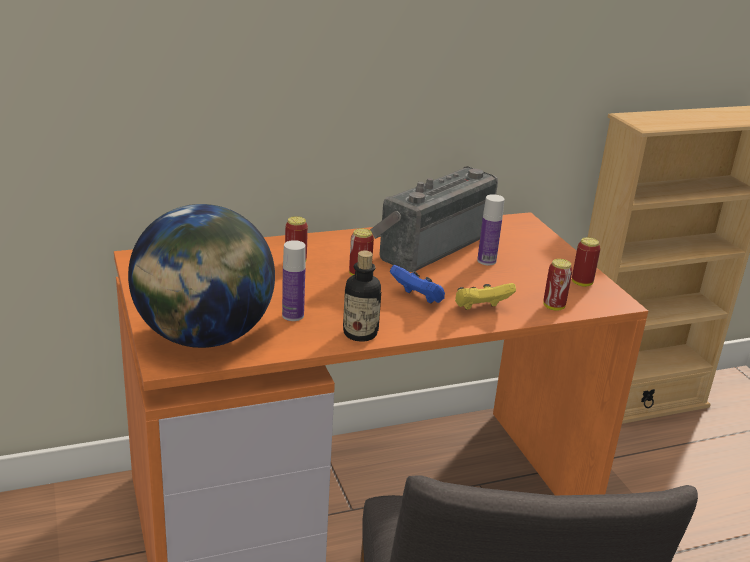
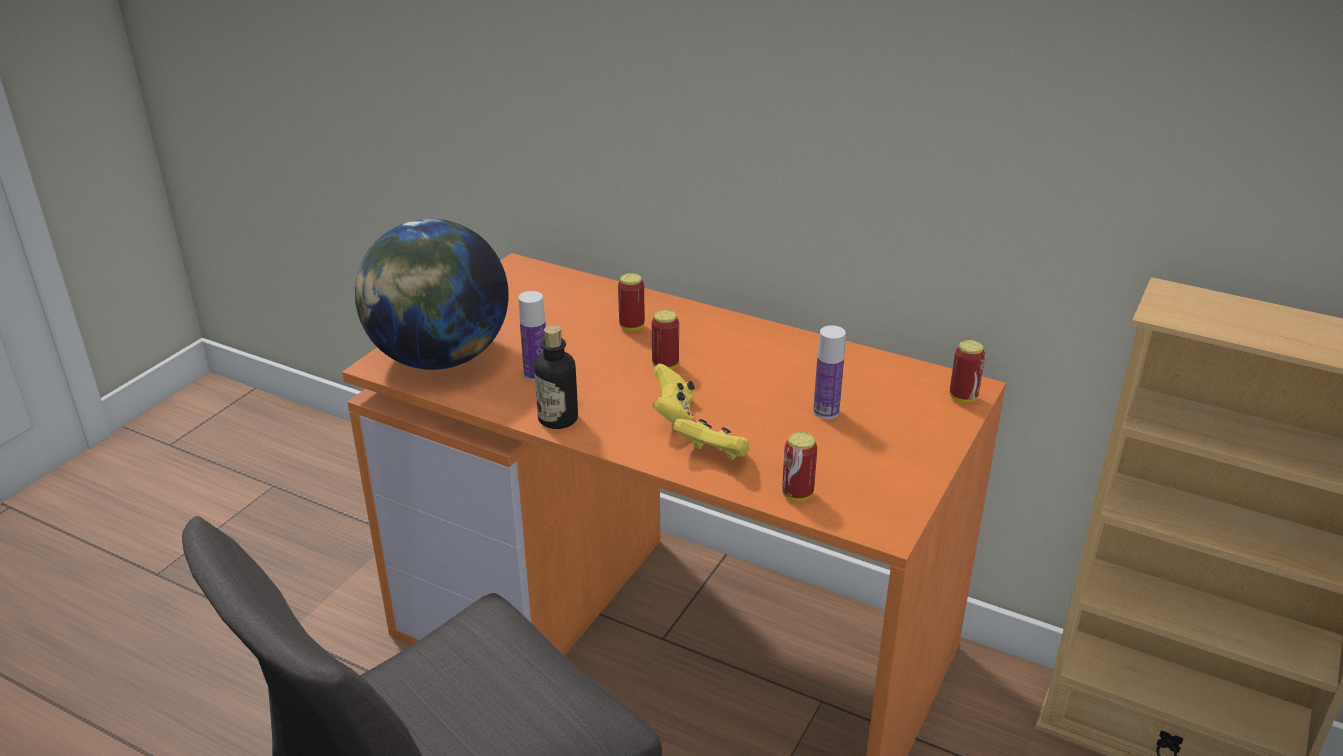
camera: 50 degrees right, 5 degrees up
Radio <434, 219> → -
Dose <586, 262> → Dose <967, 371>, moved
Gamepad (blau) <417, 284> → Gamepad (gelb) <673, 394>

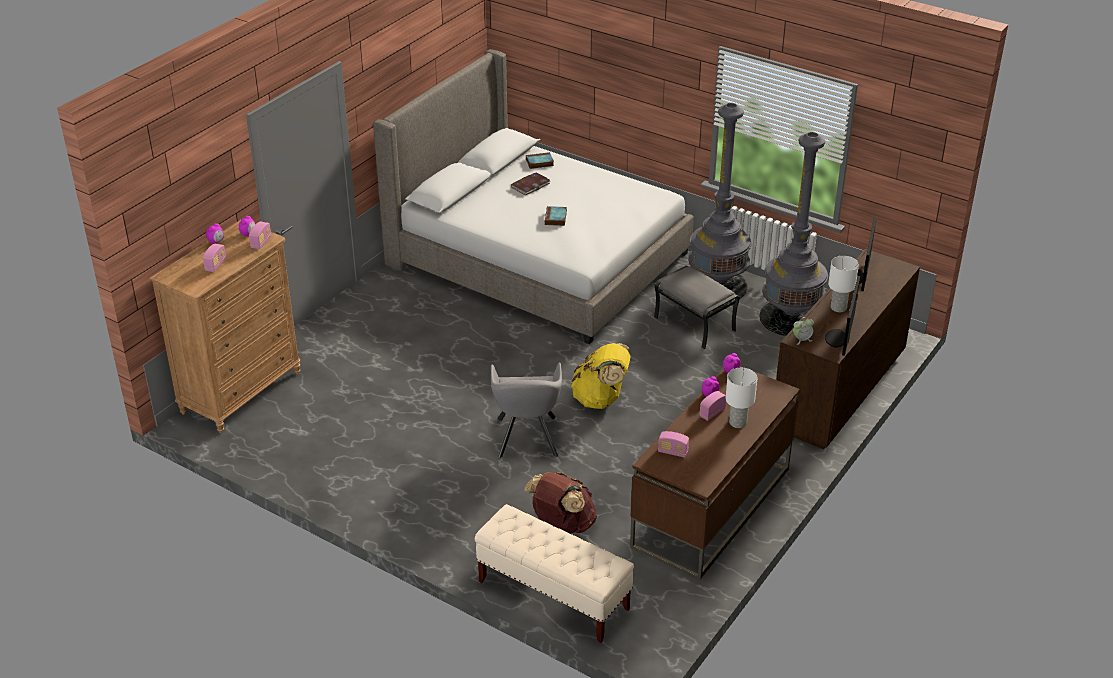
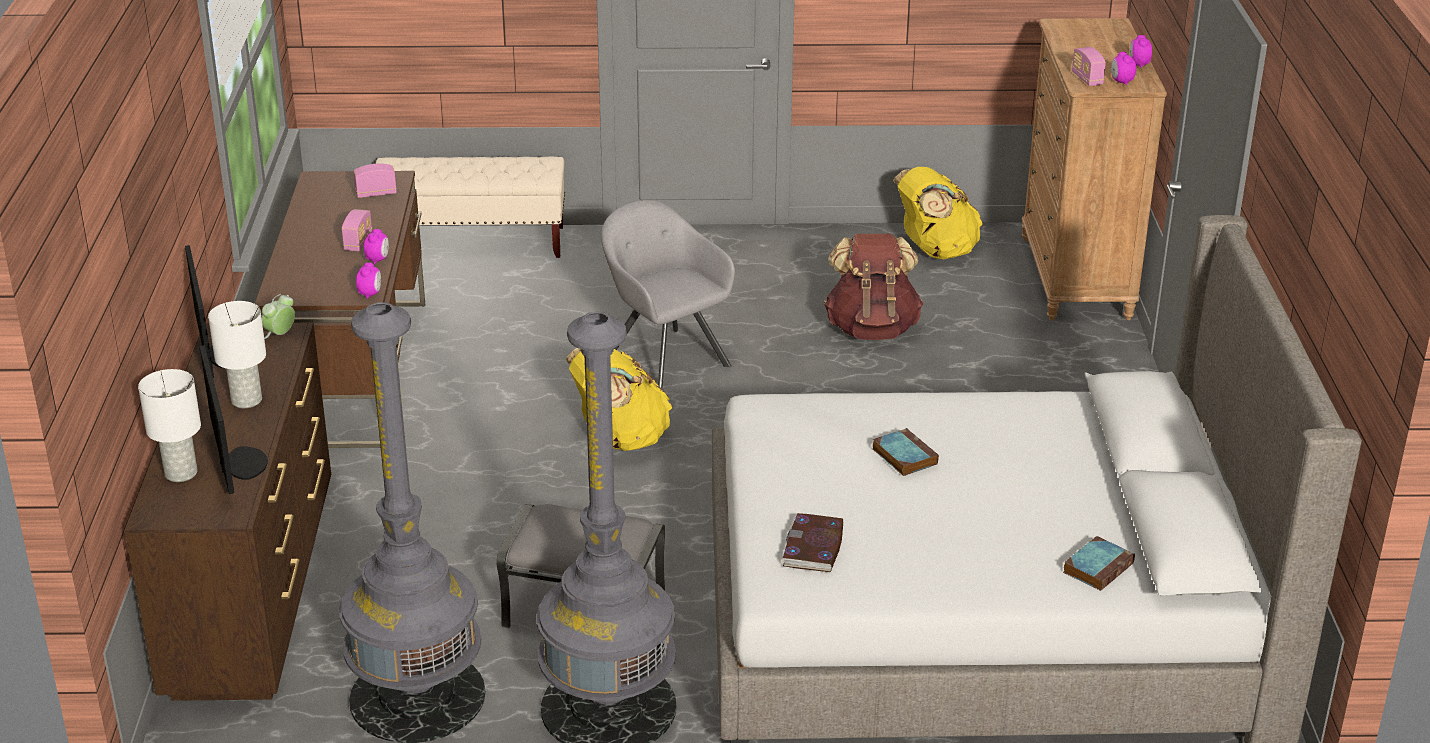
camera: 145 degrees right, 5 degrees down
Radio <214, 258> → -
- → Rucksack (gelb) <938, 213>
Buch <530, 183> → Buch <812, 542>, moved
Rucksack (braun) <560, 502> → Rucksack (braun) <873, 287>, moved
Tischlampe (weiß) <742, 398> → Tischlampe (weiß) <169, 425>, moved

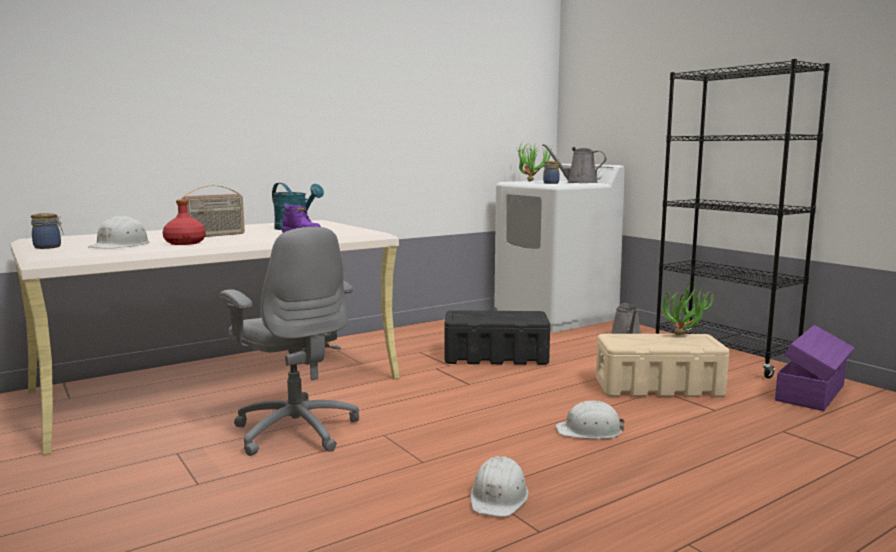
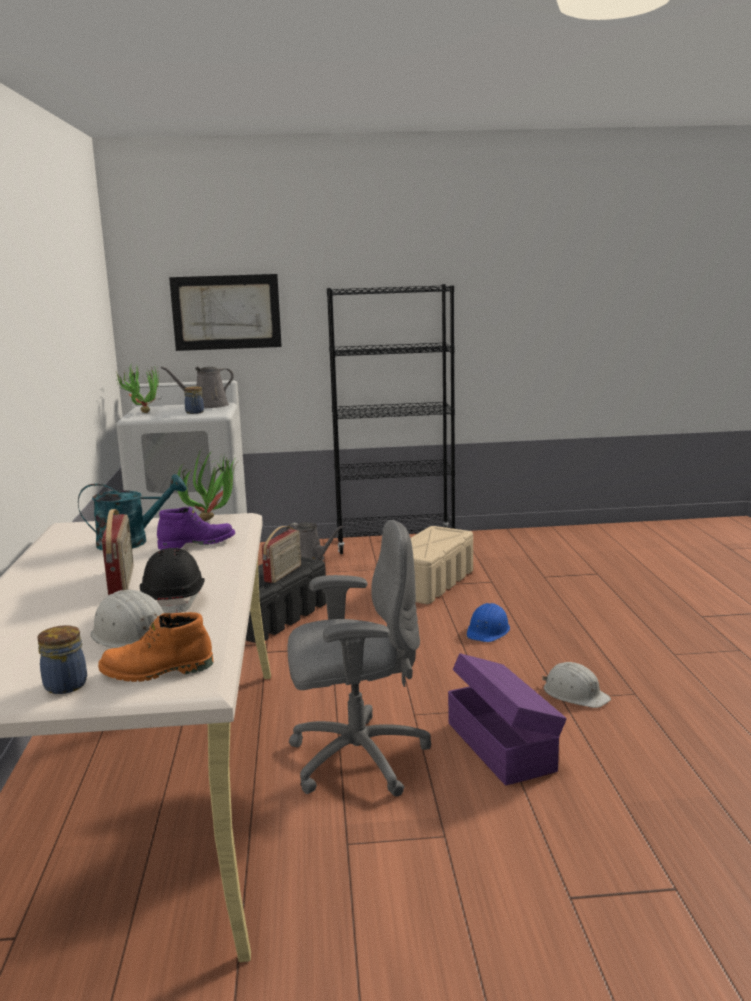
camera: 60 degrees left, 5 degrees up
- → Stiefel (orange) <155, 647>
- → Bild <225, 312>
- → Radio <281, 554>
Topfpflanze <688, 307> → Topfpflanze <206, 485>, moved
Aufbewahrungsbox (lila) <814, 368> → Aufbewahrungsbox (lila) <507, 719>, moved
Flasche (rot) <184, 222> → Schutzhelm (schwarz) <172, 581>
Schutzhelm (weiß) <590, 419> → Schutzhelm (blau) <488, 622>

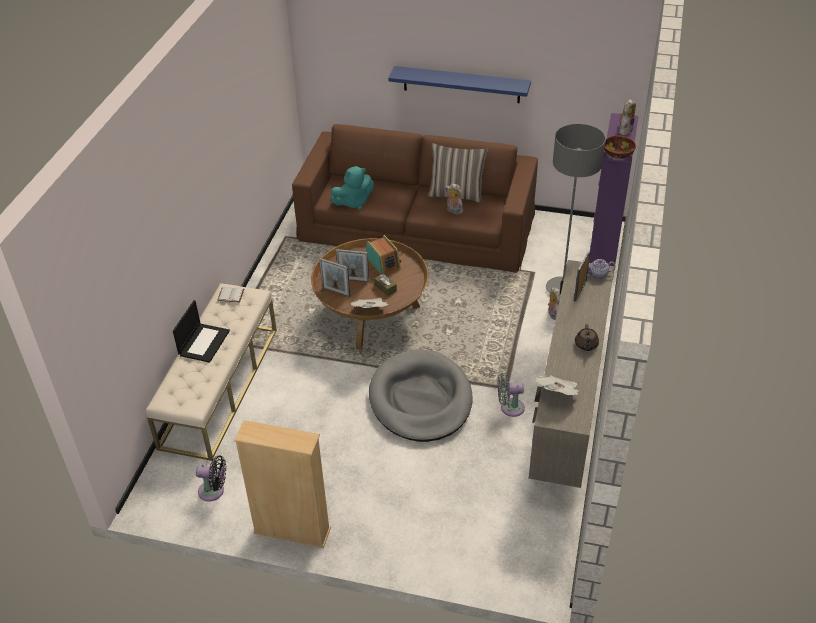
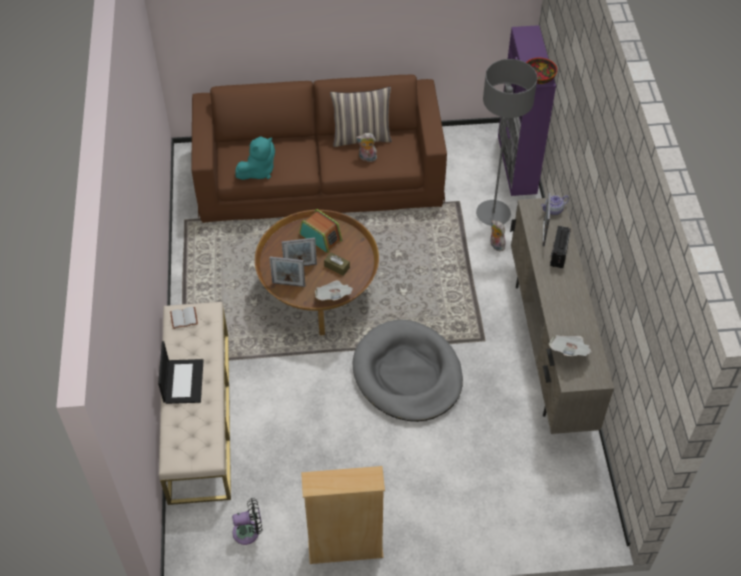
camera: 20 degrees left, 10 degrees up
Wandregal (blau) <459, 84> → -
Ventilator (grau) <511, 395> → -
Teekanne (braun) <587, 337> → -
Plüschtier <627, 117> → -
- → Radio <560, 247>

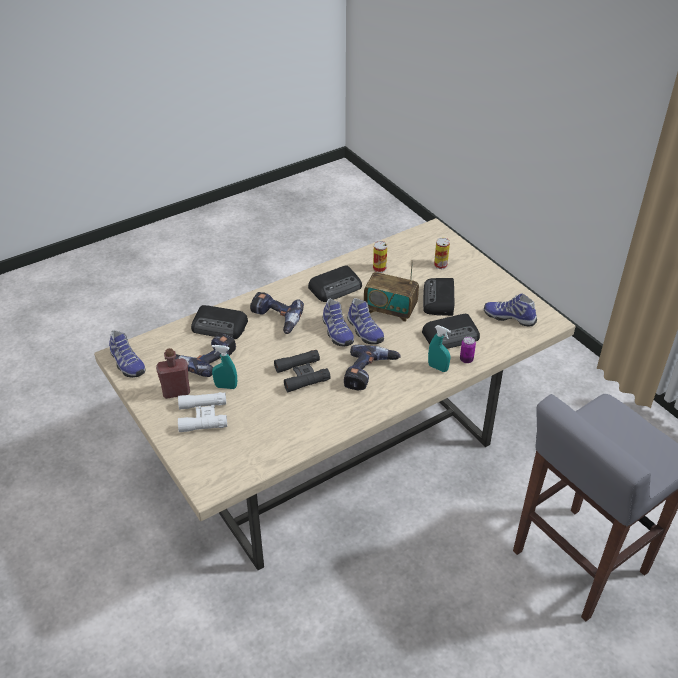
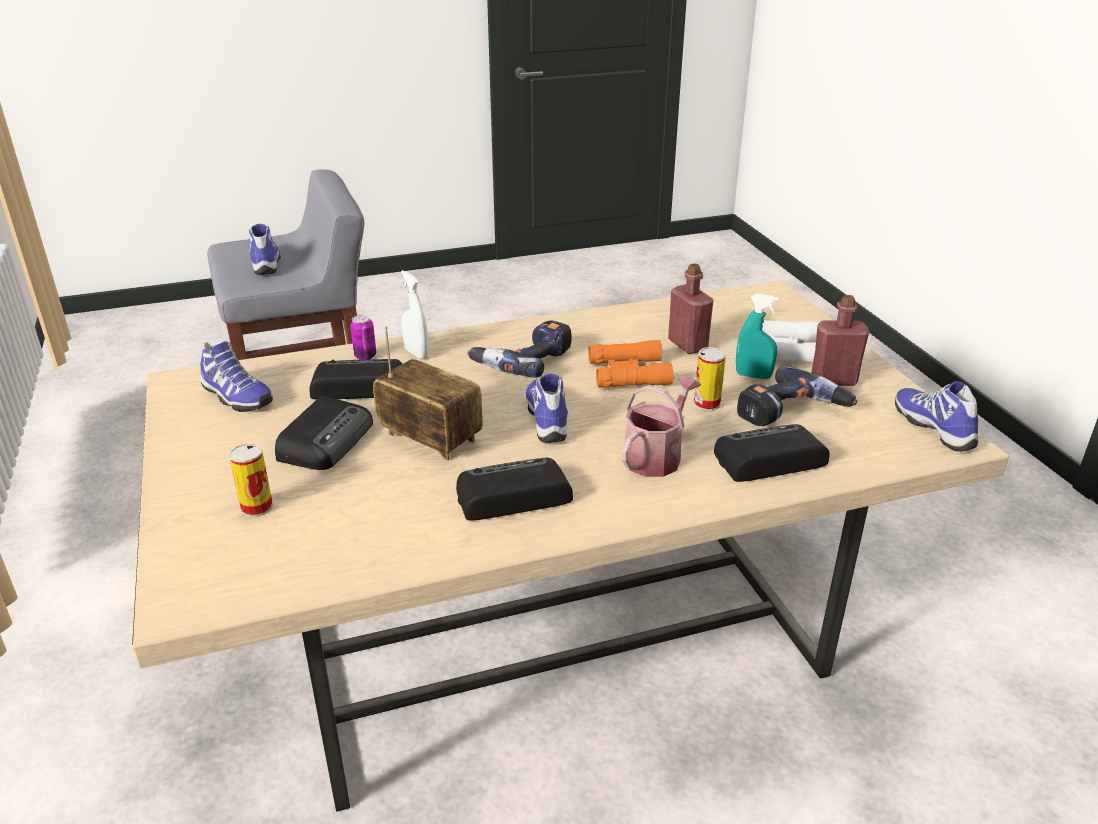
camera: 165 degrees left, 10 degrees down
- → Flasche (rot) <690, 308>
Schuh <365, 321> → Schuh <265, 249>, moved
Dose <380, 257> → Dose <710, 379>, moved
Bohrmaschine <277, 313> → Gießkanne <661, 426>
Fernglas (schwarz) <302, 371> → Fernglas (orange) <630, 364>
Sprühflasche (türkis) <439, 348> → Sprühflasche (weiß) <415, 314>
Radio <219, 322> → Radio <772, 453>, 45 degrees counterclockwise

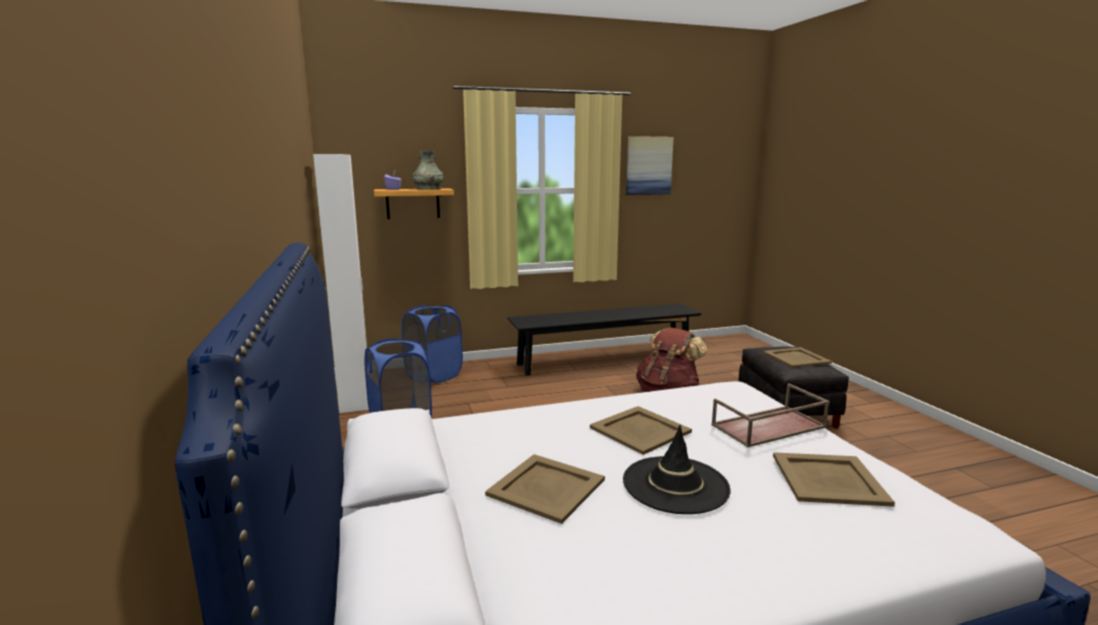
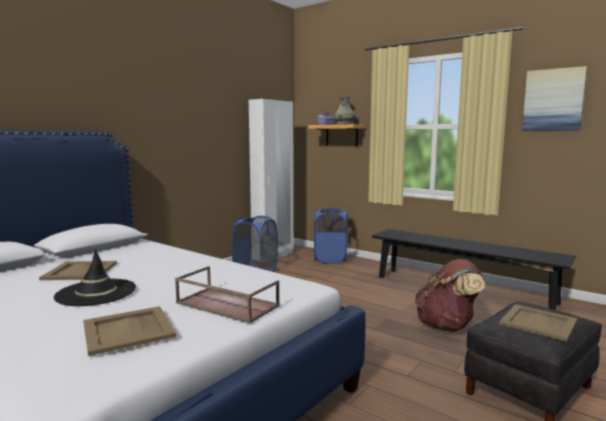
camera: 55 degrees right, 5 degrees down
Tablett (beige) <641, 430> → -

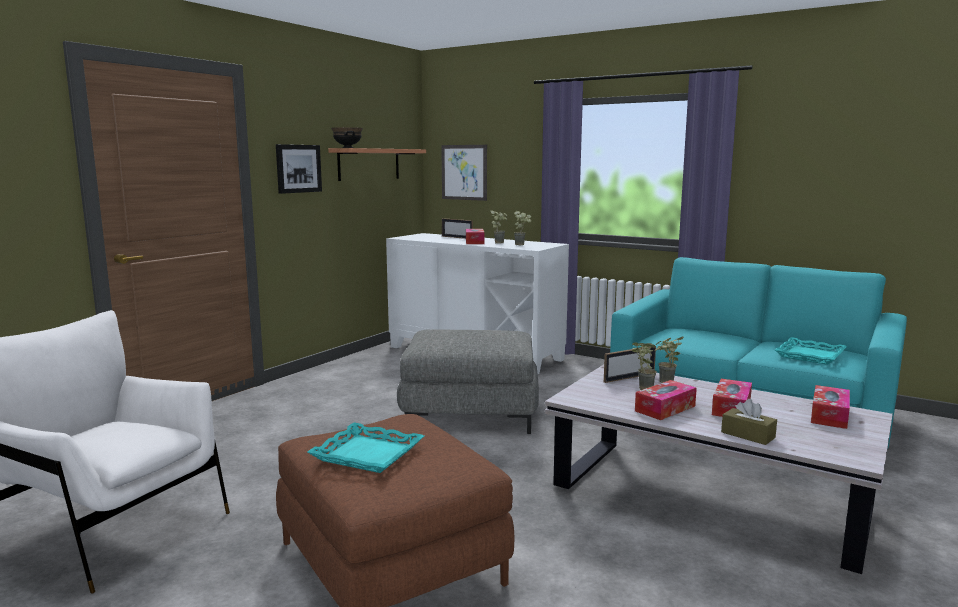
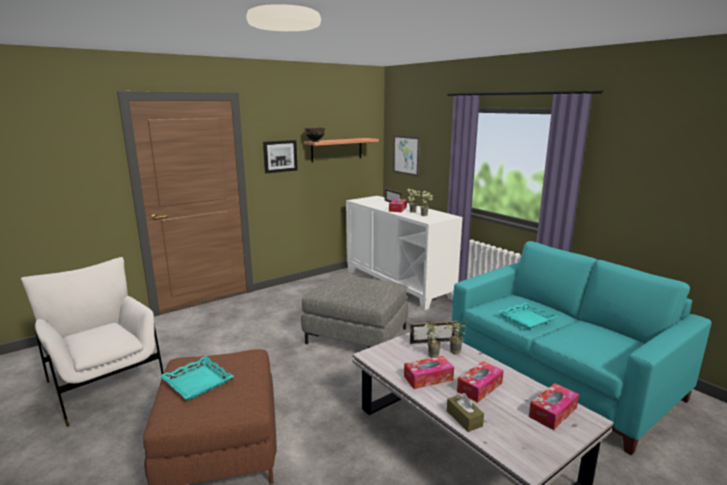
camera: 20 degrees right, 5 degrees up
Tablett (türkis) <811, 351> → Tablett (türkis) <528, 316>, moved

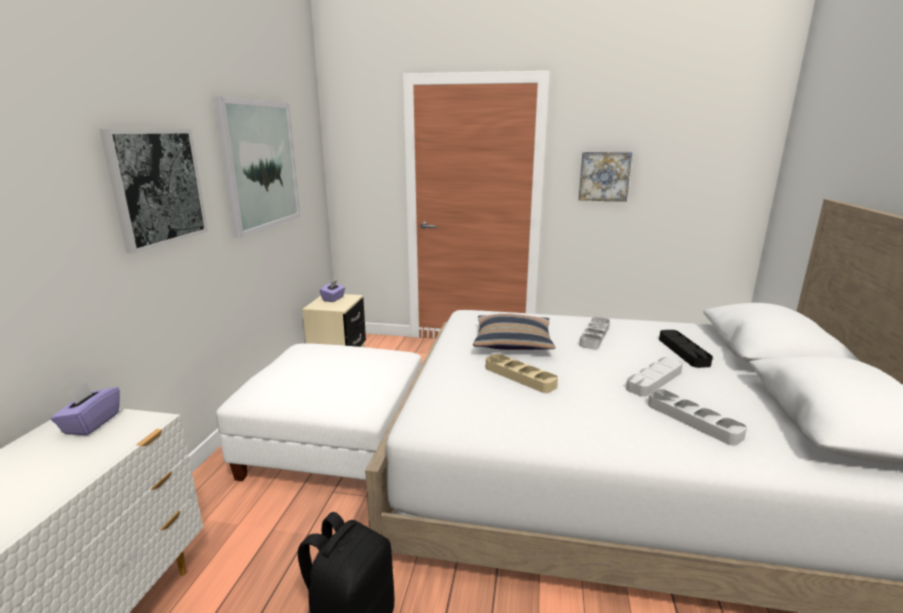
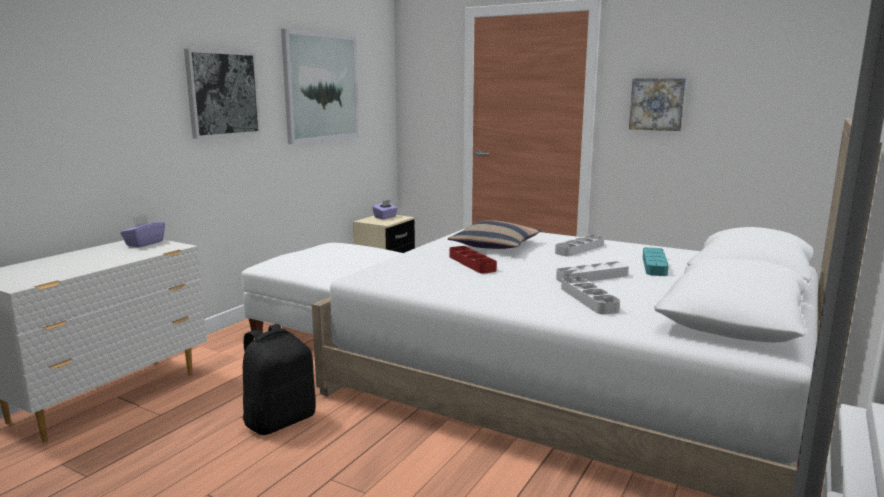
camera: 20 degrees right, 5 degrees down
Tablett (beige) <522, 373> → Tablett (rot) <473, 260>
Tablett (schwarz) <686, 349> → Tablett (türkis) <656, 261>

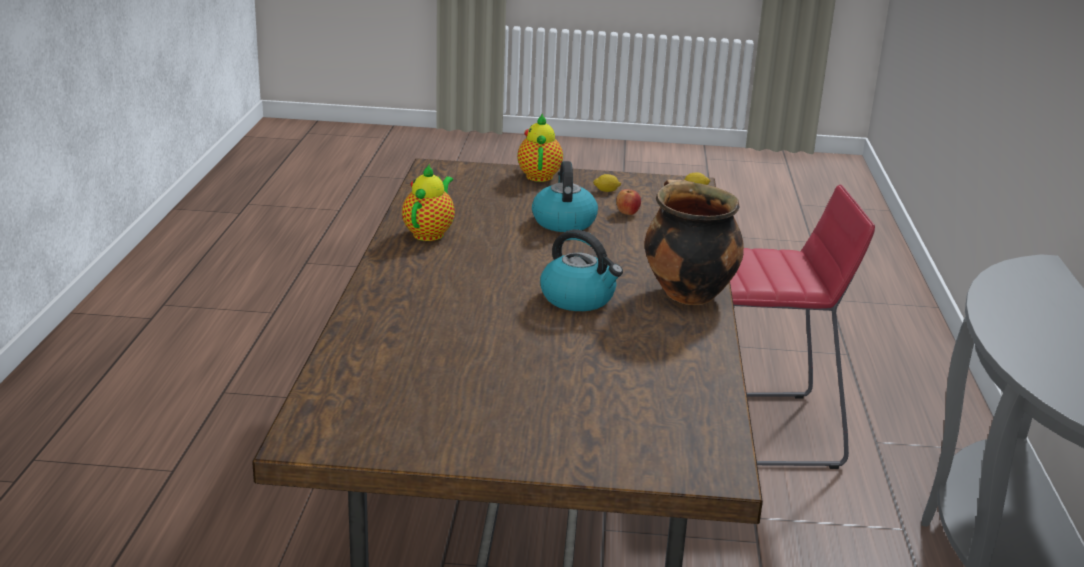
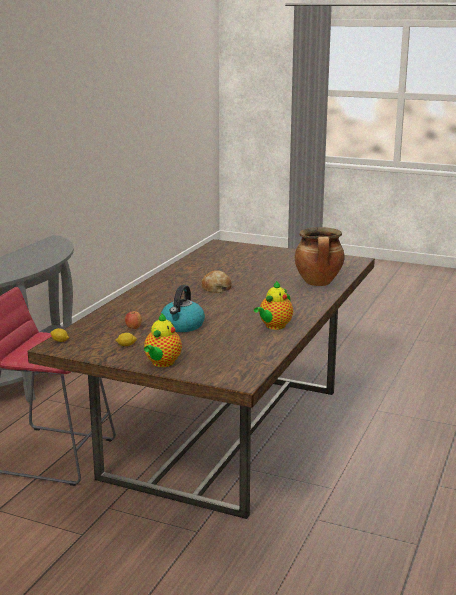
camera: 160 degrees left, 5 degrees down
Kochtopf <694, 242> → Kochtopf <320, 256>, moved
Wasserkessel <581, 270> → Brot <216, 281>

